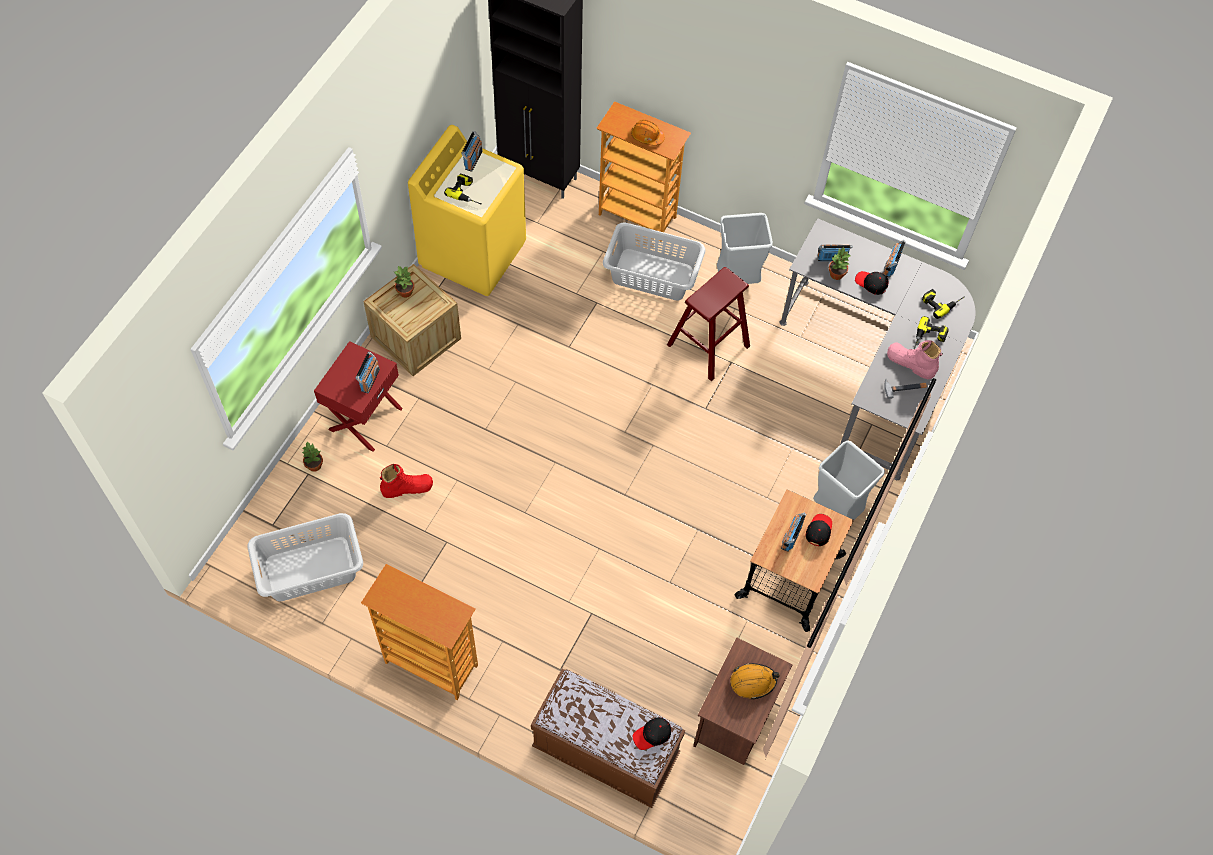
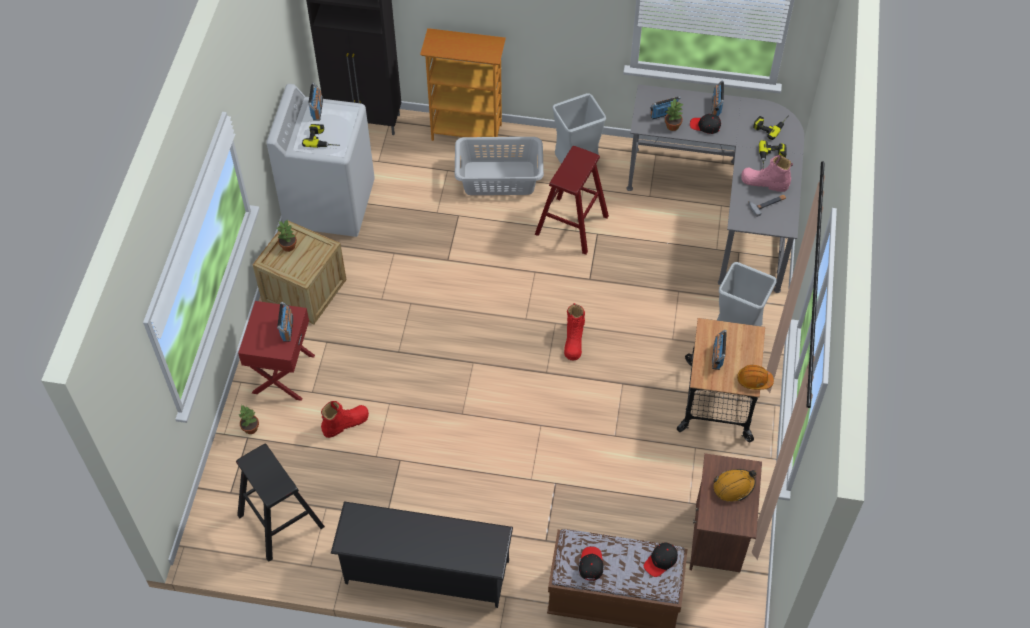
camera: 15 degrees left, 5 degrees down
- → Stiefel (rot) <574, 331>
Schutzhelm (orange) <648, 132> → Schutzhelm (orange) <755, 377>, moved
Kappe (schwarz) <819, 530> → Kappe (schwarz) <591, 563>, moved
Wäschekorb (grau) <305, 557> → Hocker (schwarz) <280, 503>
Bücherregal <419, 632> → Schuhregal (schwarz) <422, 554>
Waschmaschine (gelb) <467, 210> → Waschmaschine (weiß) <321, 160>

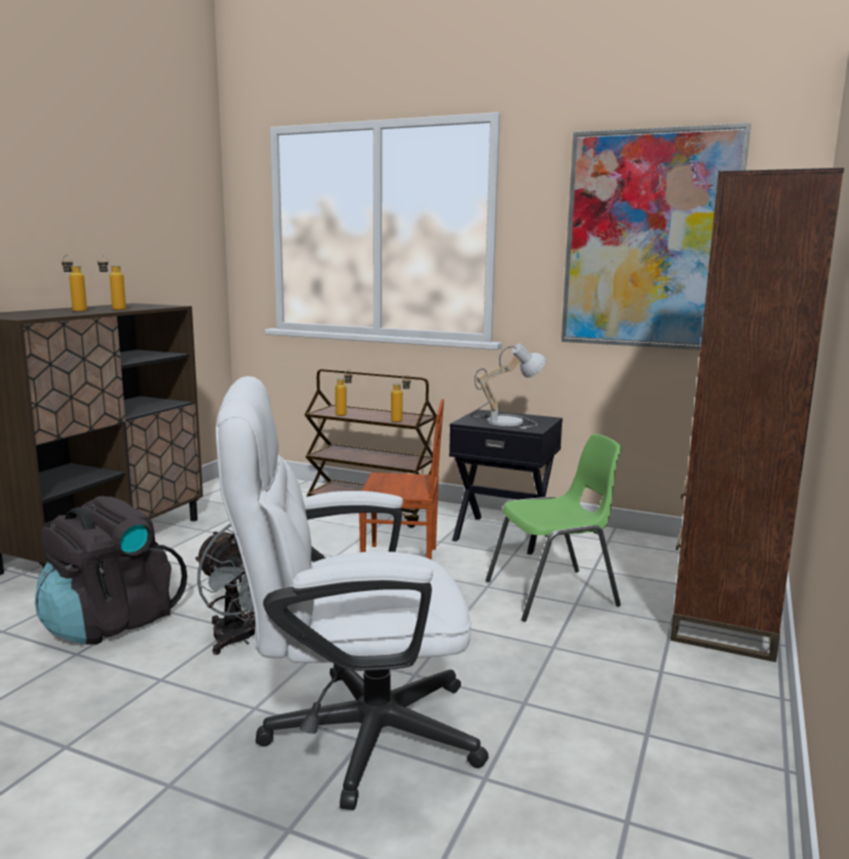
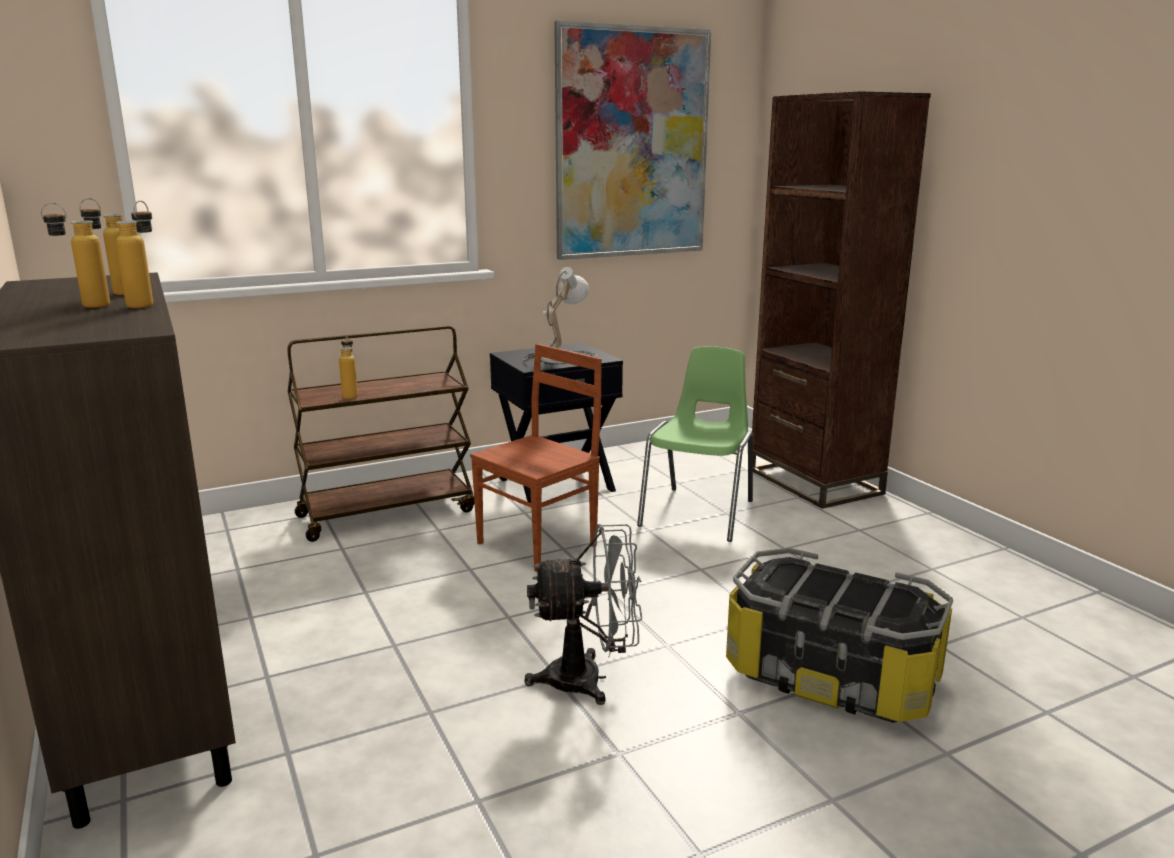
camera: 50 degrees left, 5 degrees up
Rucksack (schwarz) <111, 570> → -
Flasche <401, 398> → Flasche <134, 254>, moved
Bürostuhl (weiß) <352, 593> → Aufbewahrungsbox <839, 635>

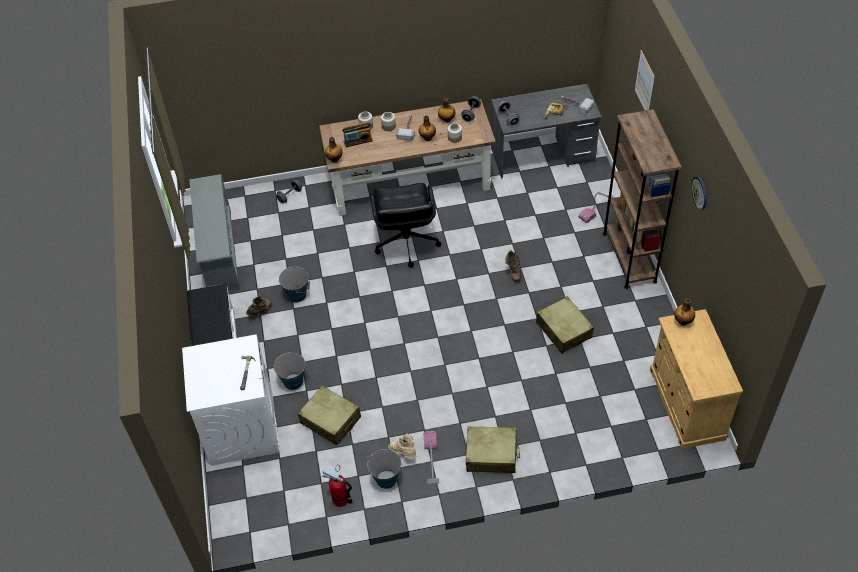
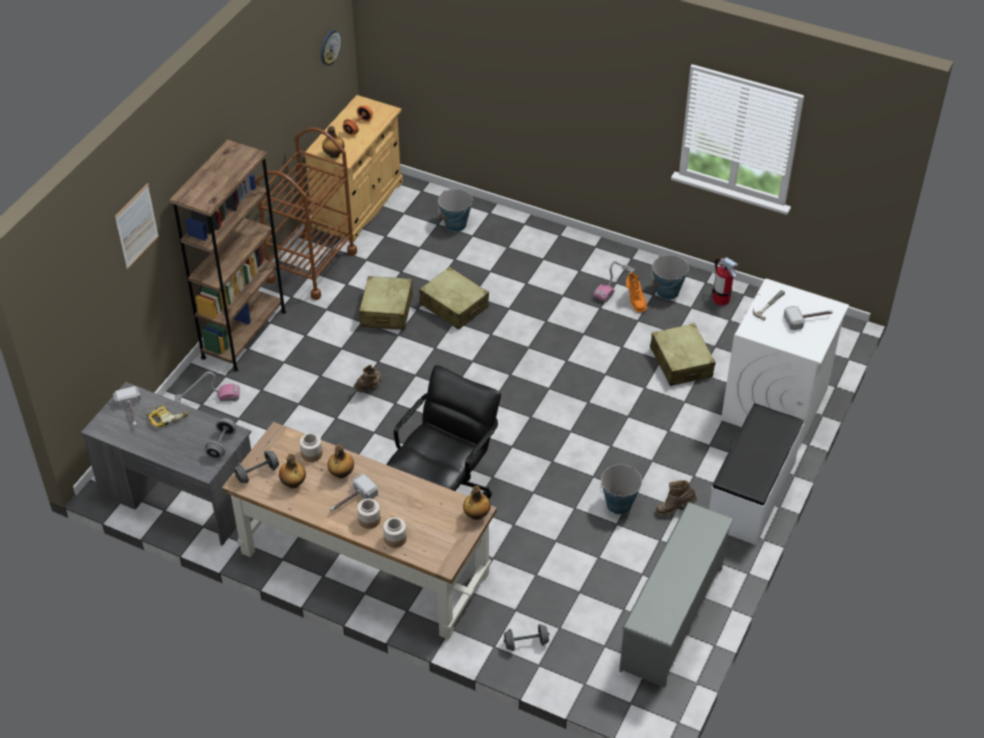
camera: 145 degrees left, 5 degrees down
Radio <357, 134> → -
- → Rollwagen (braun) <306, 213>
- → Hantel (orange) <358, 120>
- → Hammer <808, 318>
Eimer <290, 371> → Eimer <455, 210>, moved
Koffer (beige) <492, 449> → Koffer (beige) <454, 298>, moved
Wanduhr <699, 193> → Wanduhr <331, 48>, moved
Stiefel (beige) <402, 446> → Stiefel (orange) <636, 292>

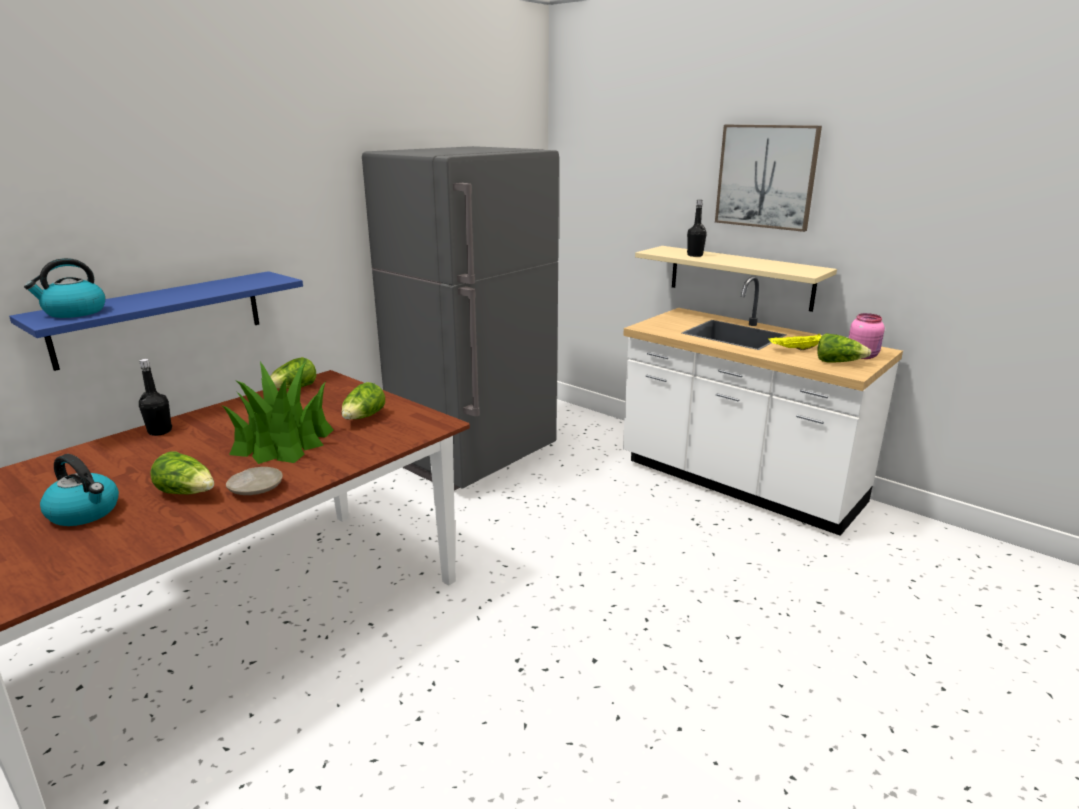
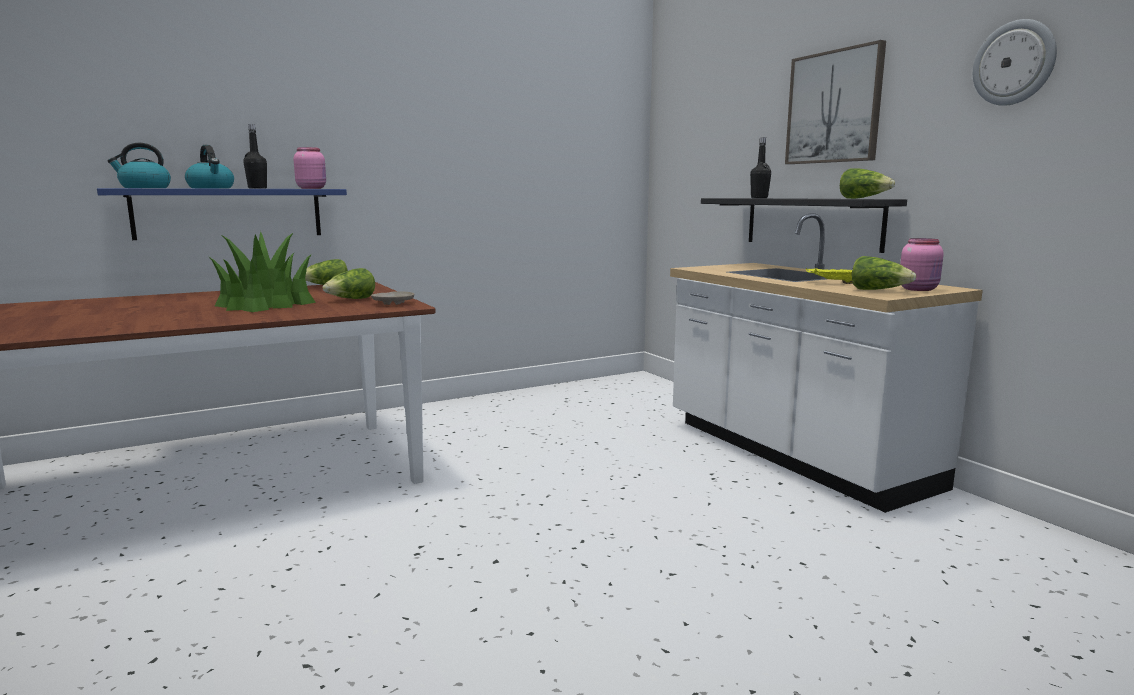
camera: 20 degrees right, 10 degrees down
Kühlschrank (grau) <460, 318> → -
- → Vorratsglas (rosa) <310, 168>
- → Wanduhr <1015, 62>
Wasserkessel <79, 490> → Wasserkessel <209, 167>, moved
Flasche (schwarz) <155, 397> → Flasche (schwarz) <255, 156>, moved
Salatkopf <182, 472> → Salatkopf <867, 184>, moved
Teller (beige) <254, 481> → Teller (beige) <392, 298>, moved
Wandregal (beige) <736, 279> → Wandregal (schwarz) <804, 225>

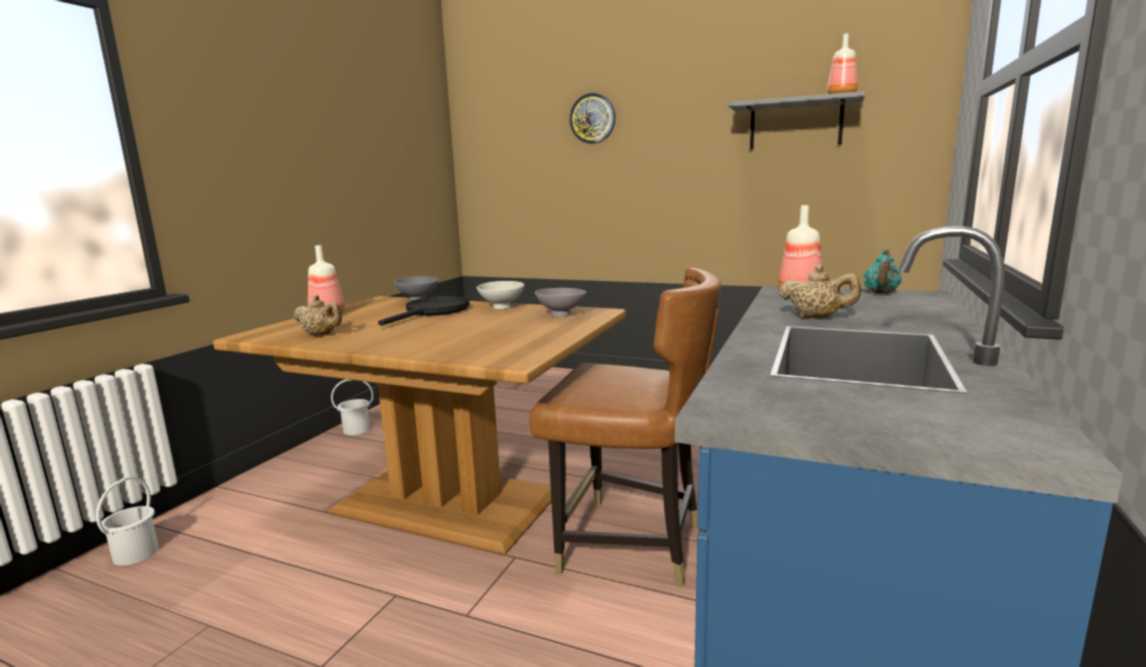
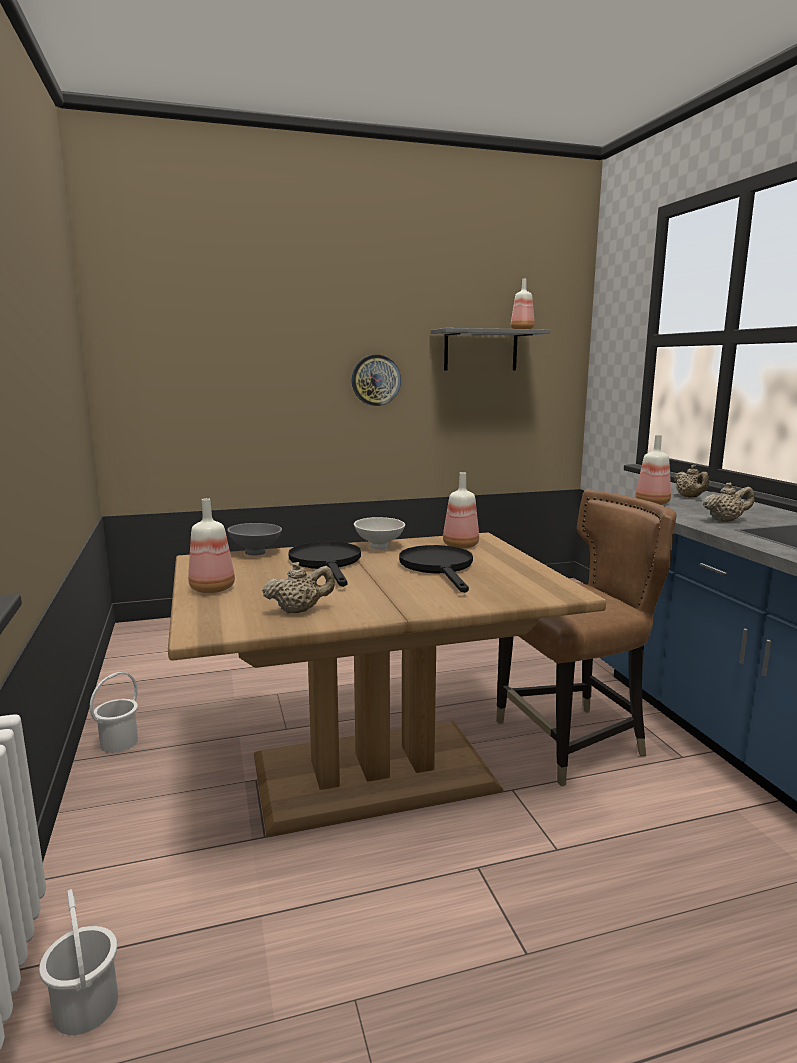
camera: 40 degrees left, 0 degrees up
- → Pfanne (schwarz) <436, 569>
Wanduhr <592, 118> → Wanduhr <376, 380>, moved
Schüssel (grau) <560, 302> → Flasche <461, 510>
Teekanne (türkis) <882, 271> → Teekanne (beige) <691, 481>

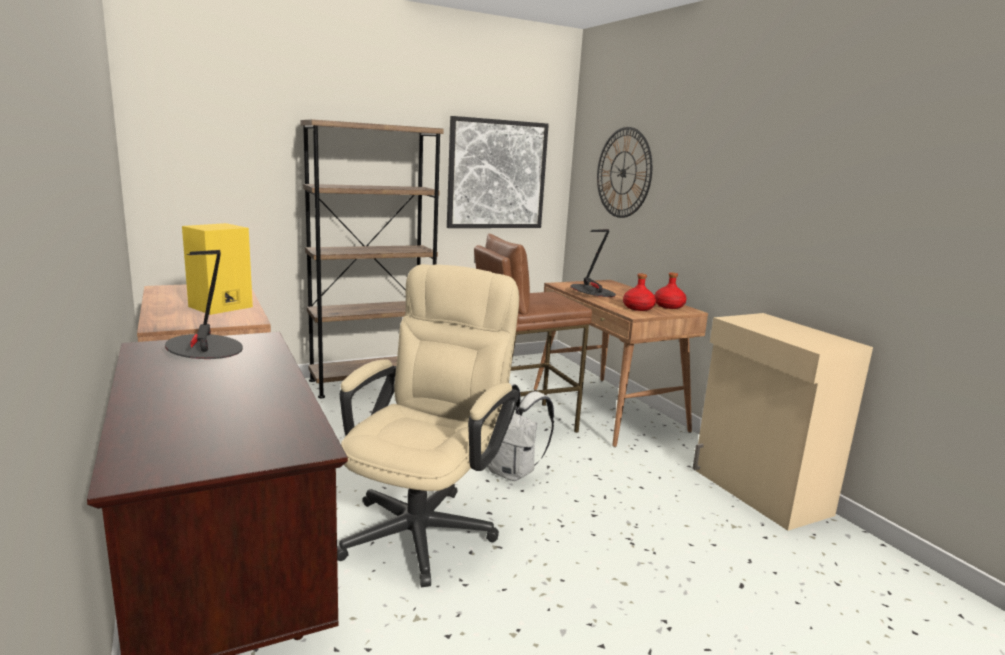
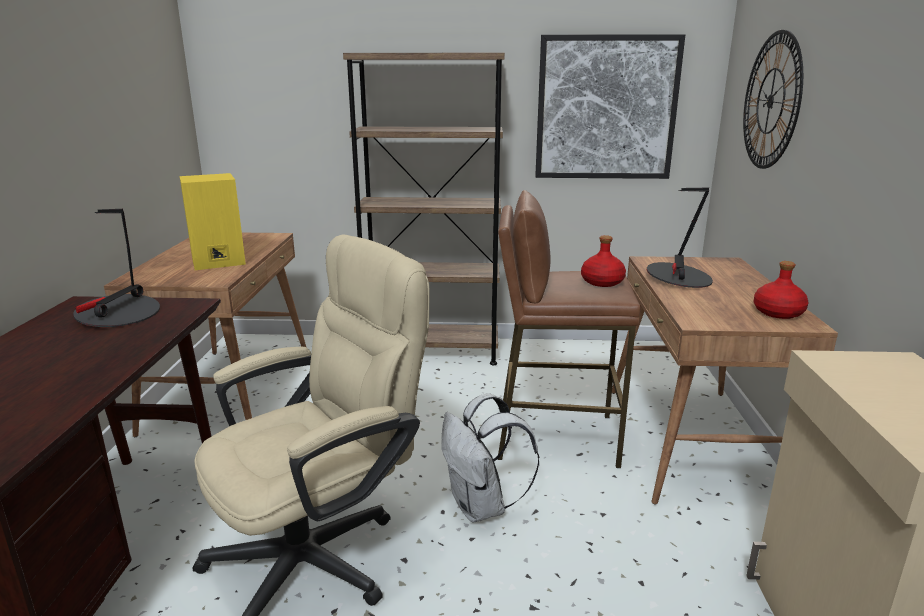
camera: 30 degrees right, 5 degrees up
Flasche (rot) <639, 292> → Flasche (rot) <603, 261>, moved

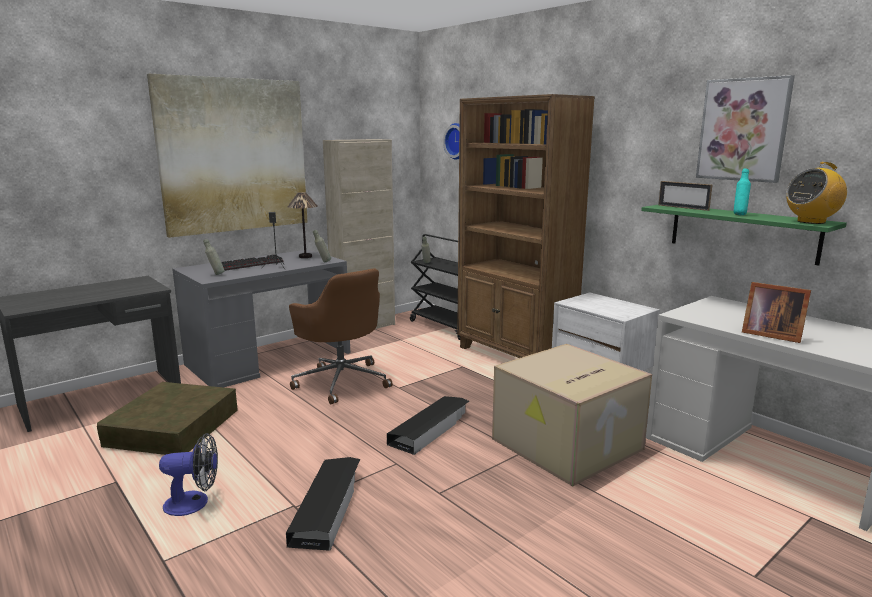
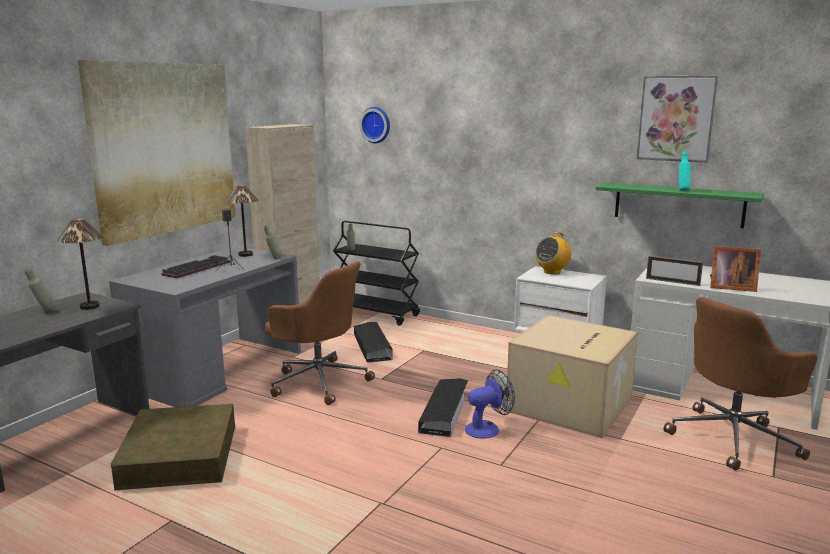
camera: 20 degrees left, 0 degrees up
Bücherregal (braun) <526, 226> → -
- → Tischlampe <80, 264>
- → Bürostuhl (braun) <740, 384>
Ventilator <188, 474> → Ventilator <490, 404>, moved
Flasche (grau) <214, 257> → Flasche (grau) <40, 290>, moved
Aufbewahrungsbox (schwarz) <323, 504> → Aufbewahrungsbox (schwarz) <373, 342>, moved
Bilderrahmen <685, 196> → Bilderrahmen <674, 271>, moved
Radio <816, 193> → Radio <553, 253>, moved

